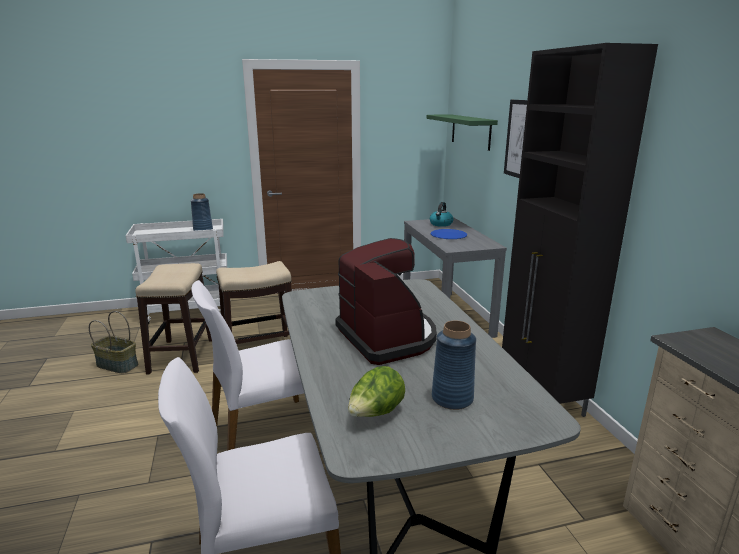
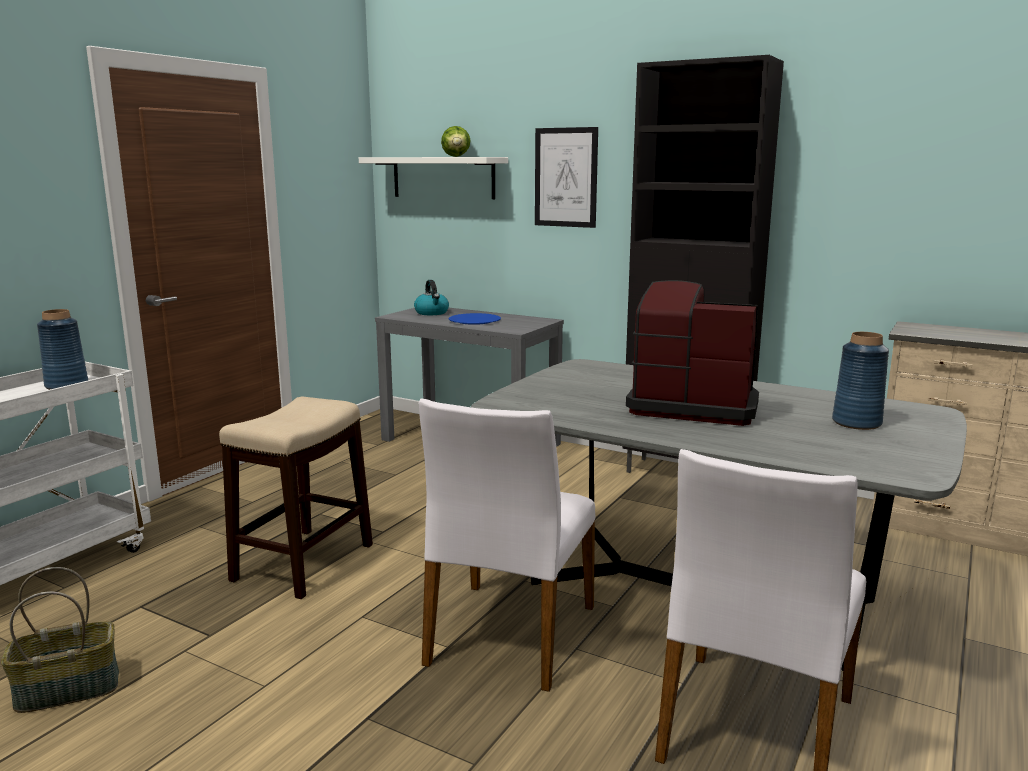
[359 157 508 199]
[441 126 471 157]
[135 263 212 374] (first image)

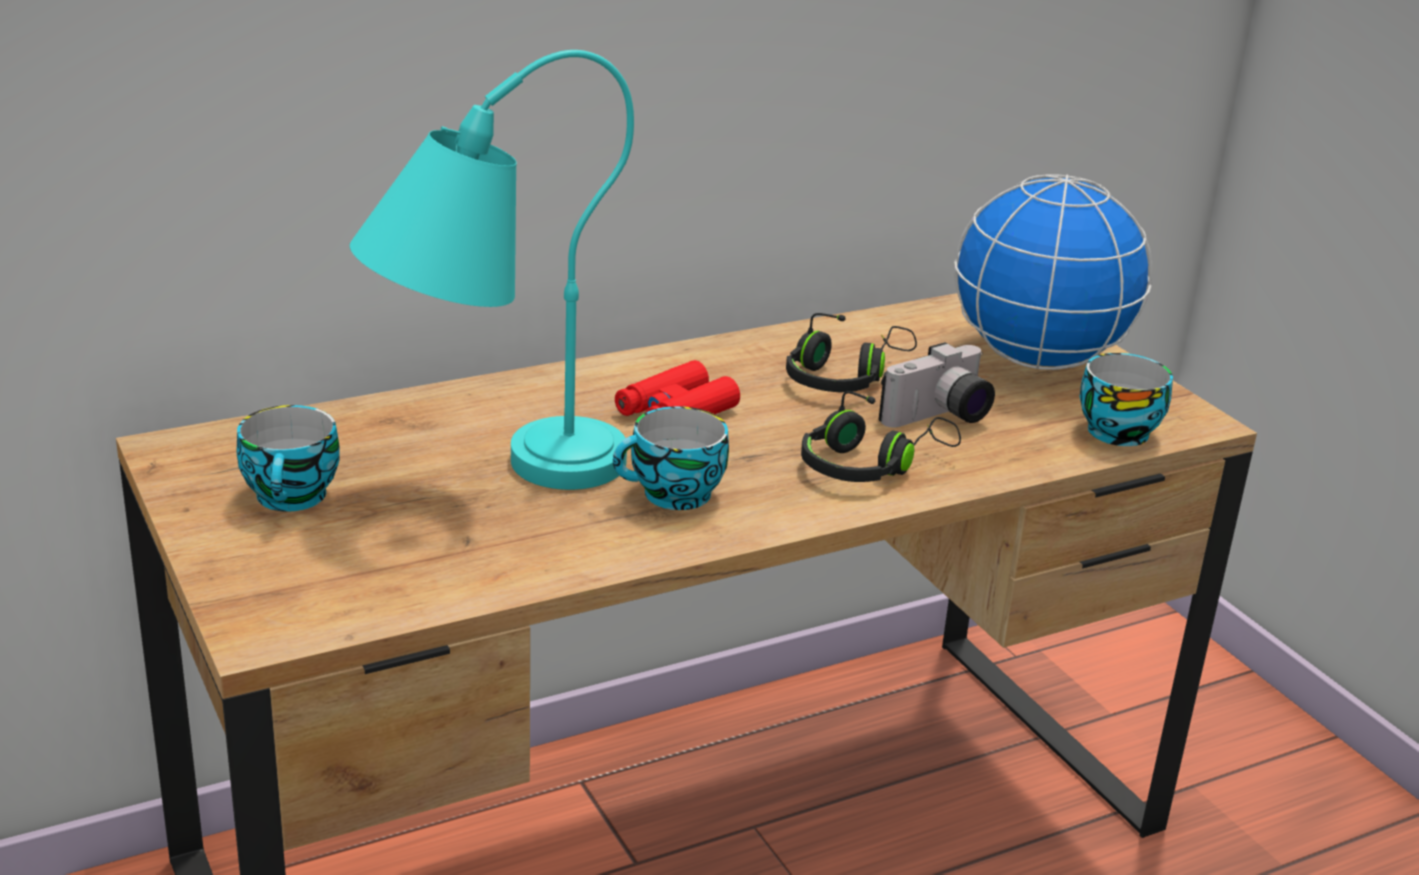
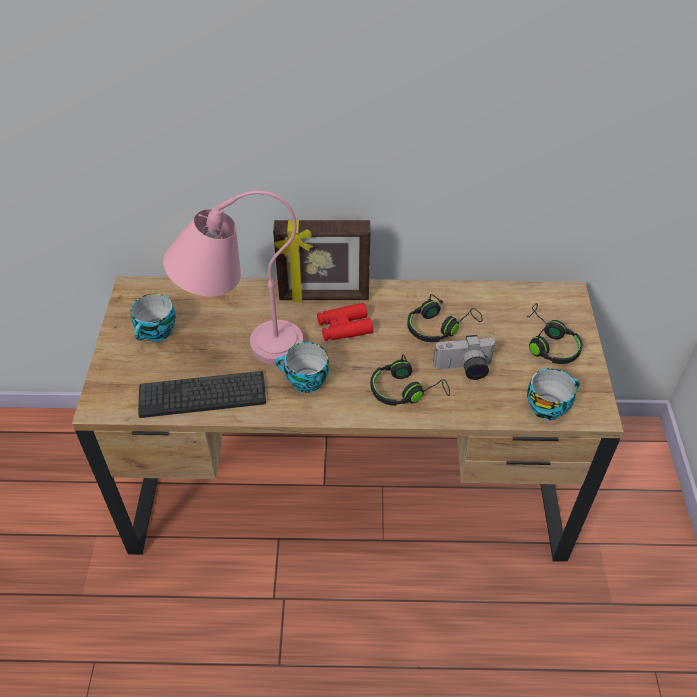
[138 371 266 418]
[163 190 303 365]
[273 220 371 302]
[527 303 583 364]

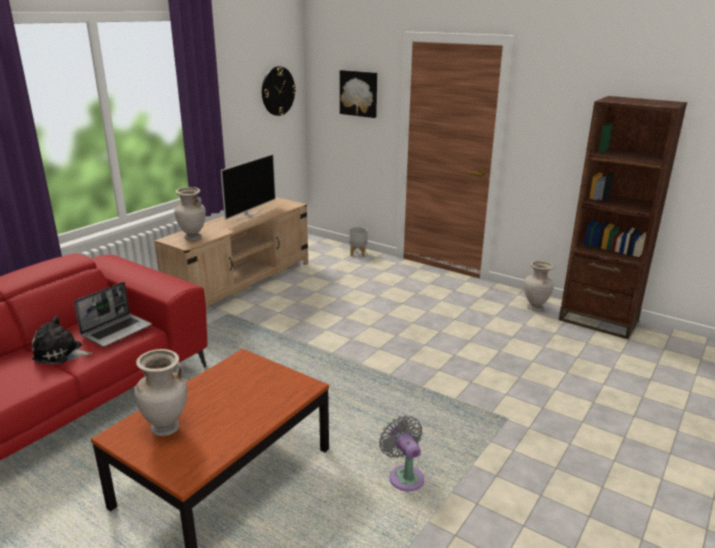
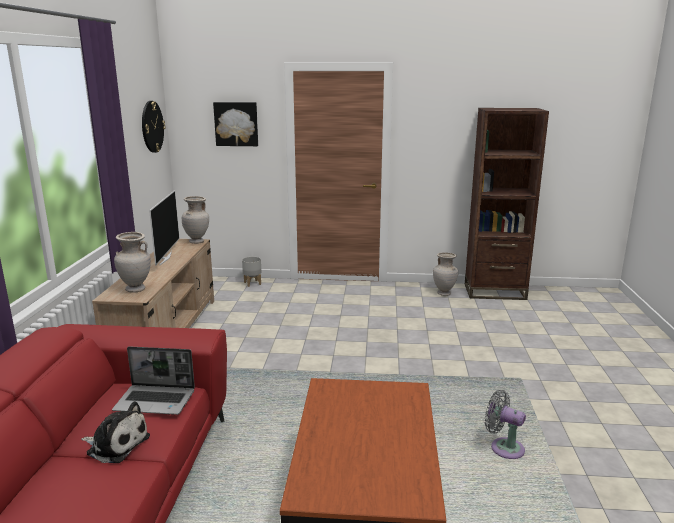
[81 401 150 463]
[112 346 195 415]
[182 196 209 244]

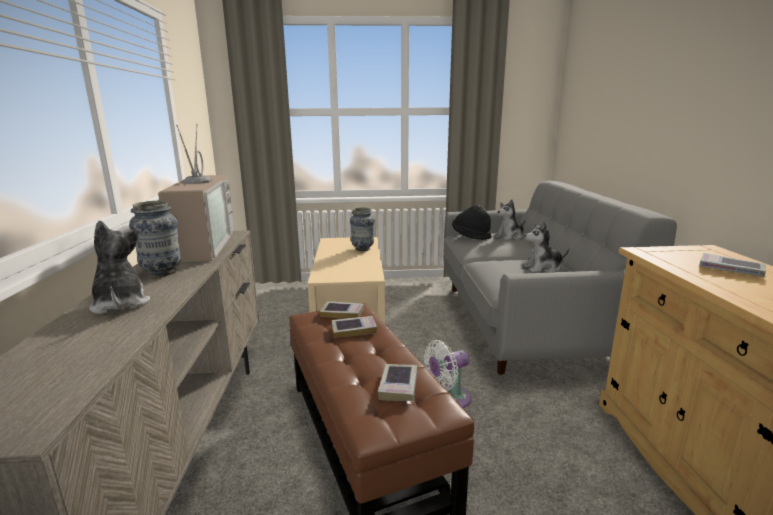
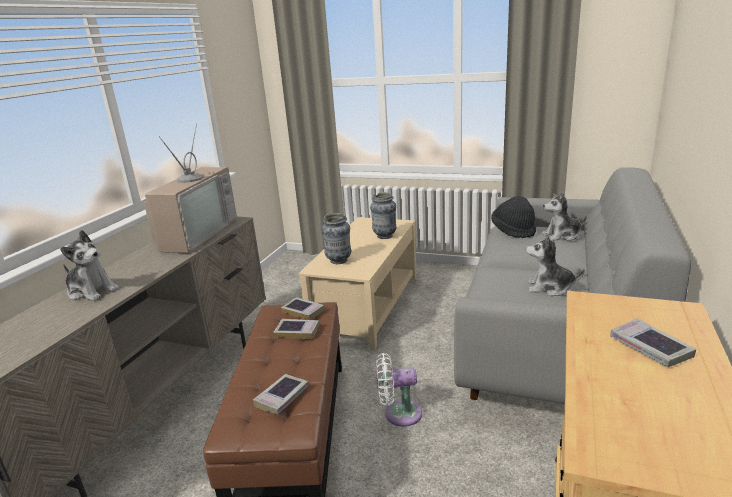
[60 230 119 301]
[321 213 351 264]

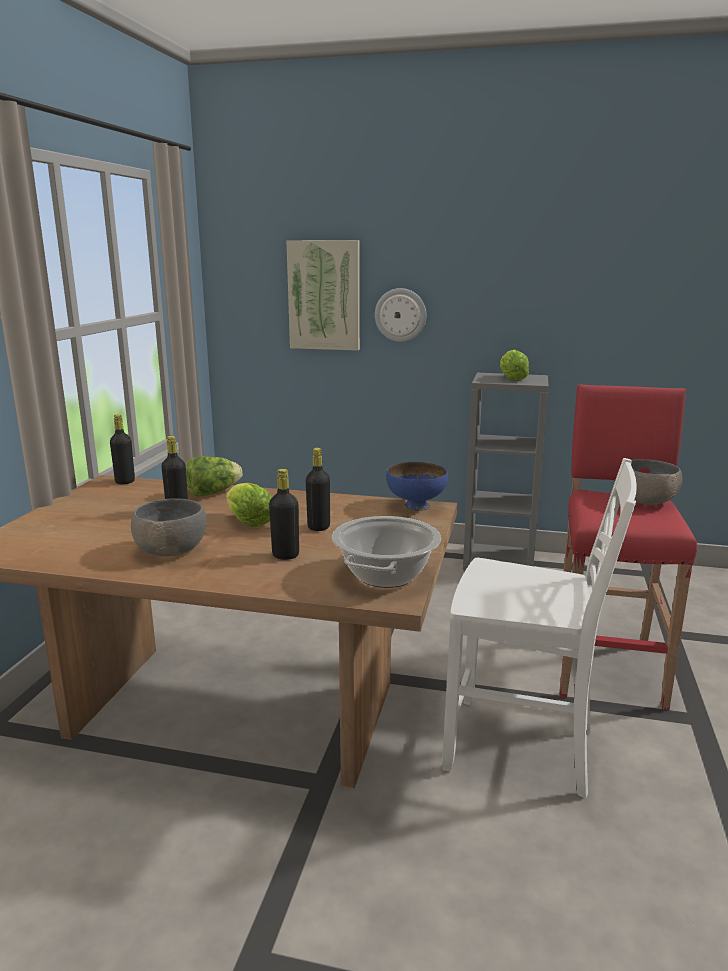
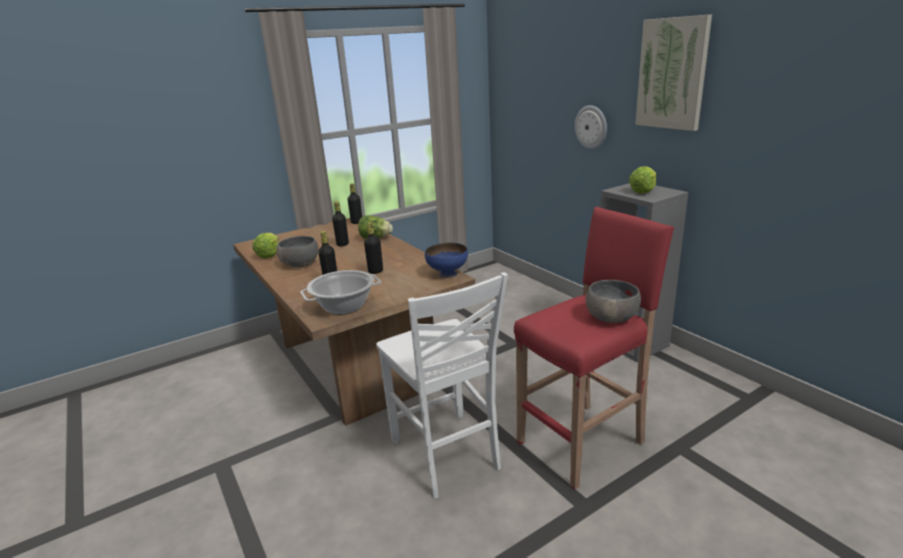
[252 233 279 259]
[635 15 712 131]

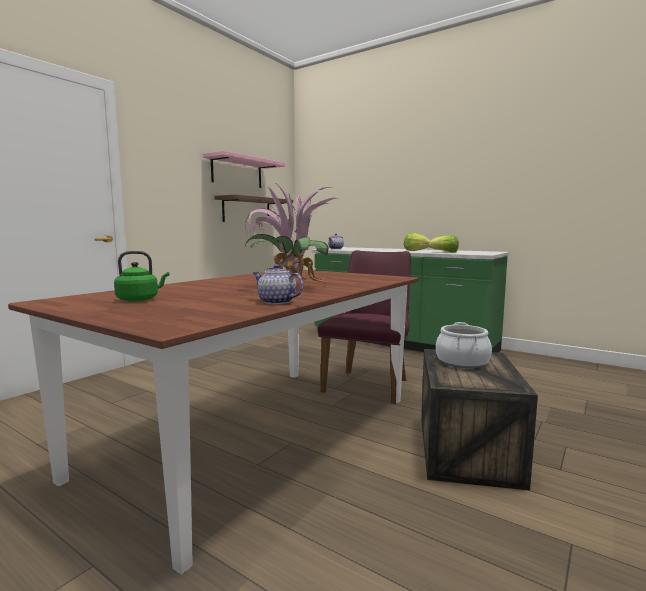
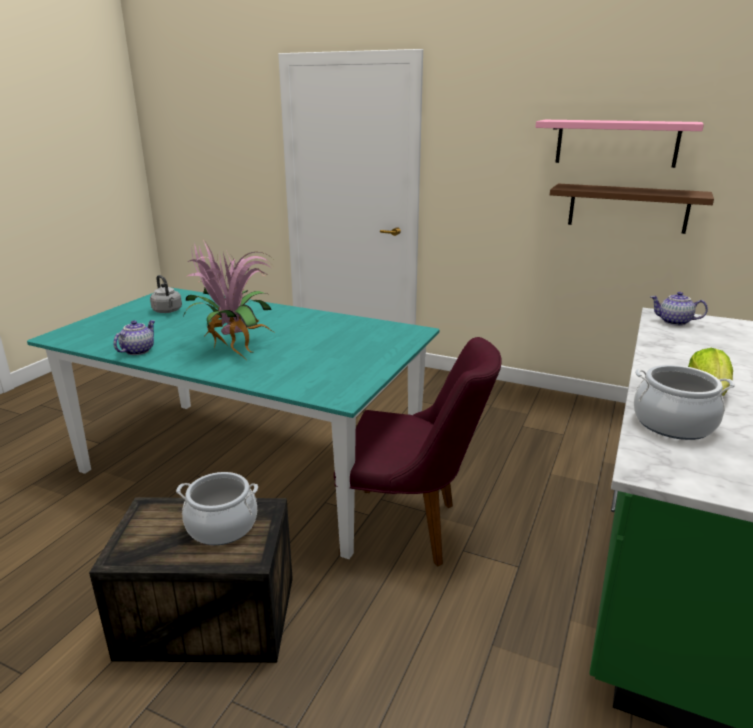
[27 288 439 559]
[150 275 182 313]
[634 365 735 440]

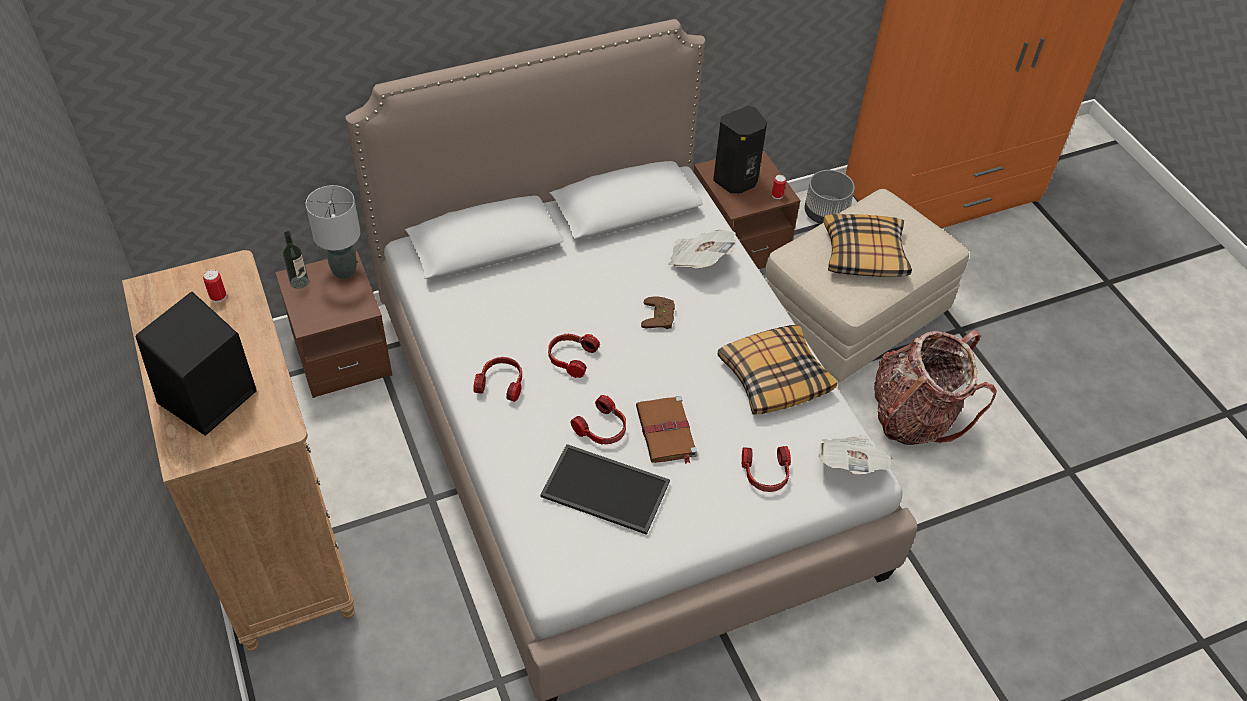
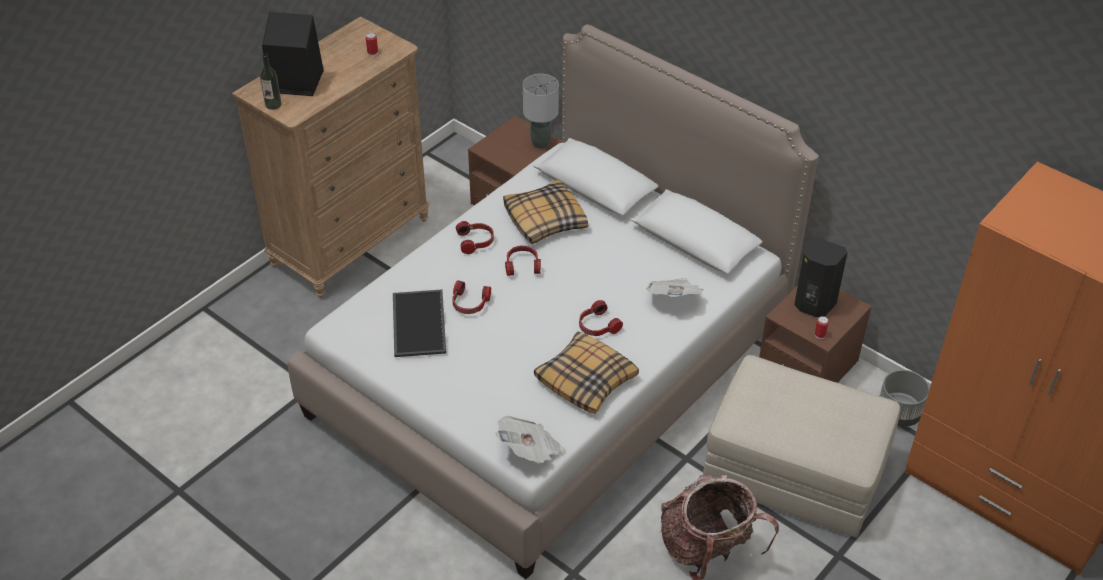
[260 53 282 110]
[503 180 588 244]
[579 300 623 336]
[636 396 697 464] (first image)
[641 297 675 329] (first image)

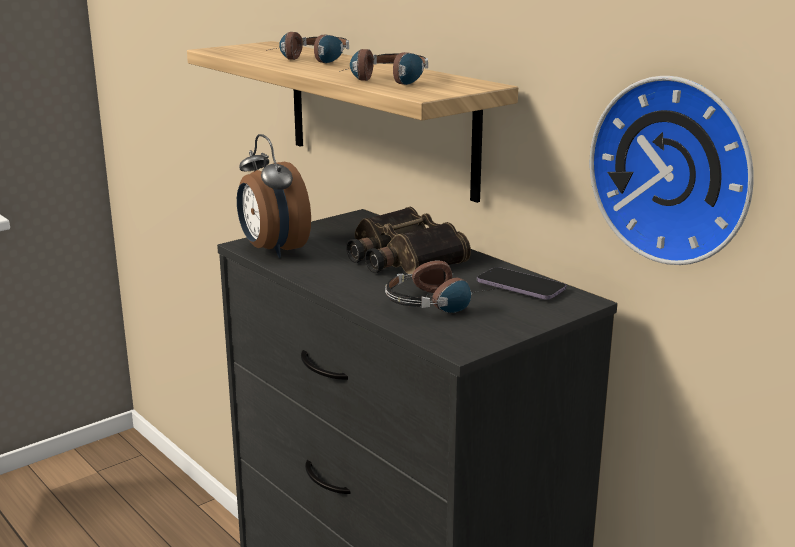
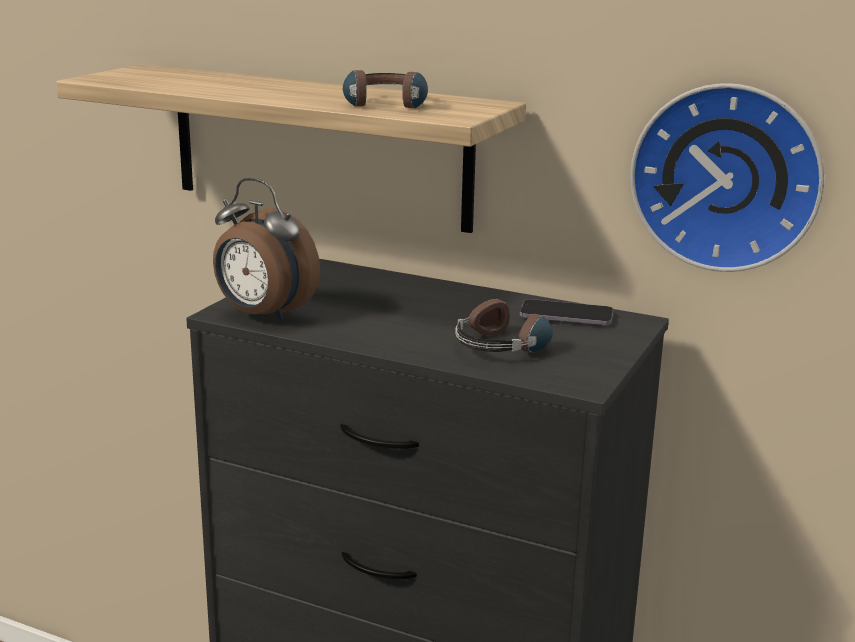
[266 32 349 63] (first image)
[346 207 471 274] (first image)

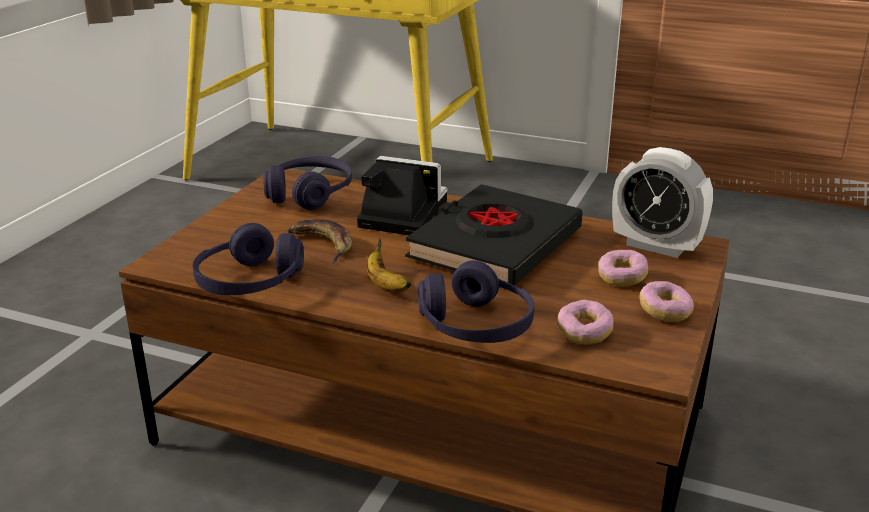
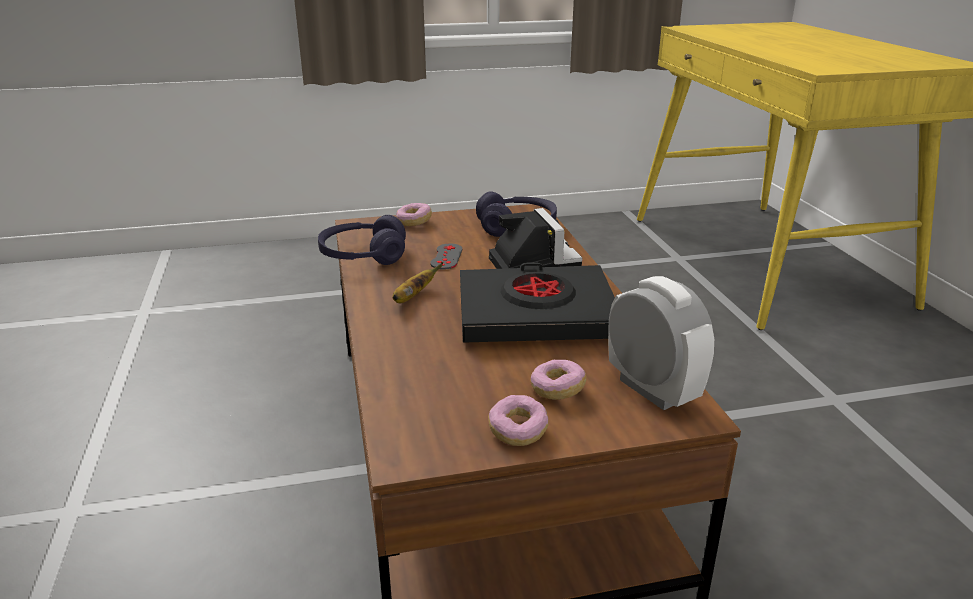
[396 203 432 226]
[430 243 462 270]
[608 276 714 410]
[418 260 534 343] (first image)

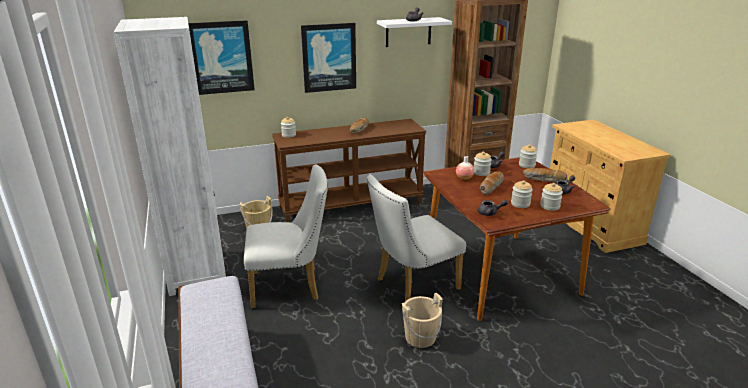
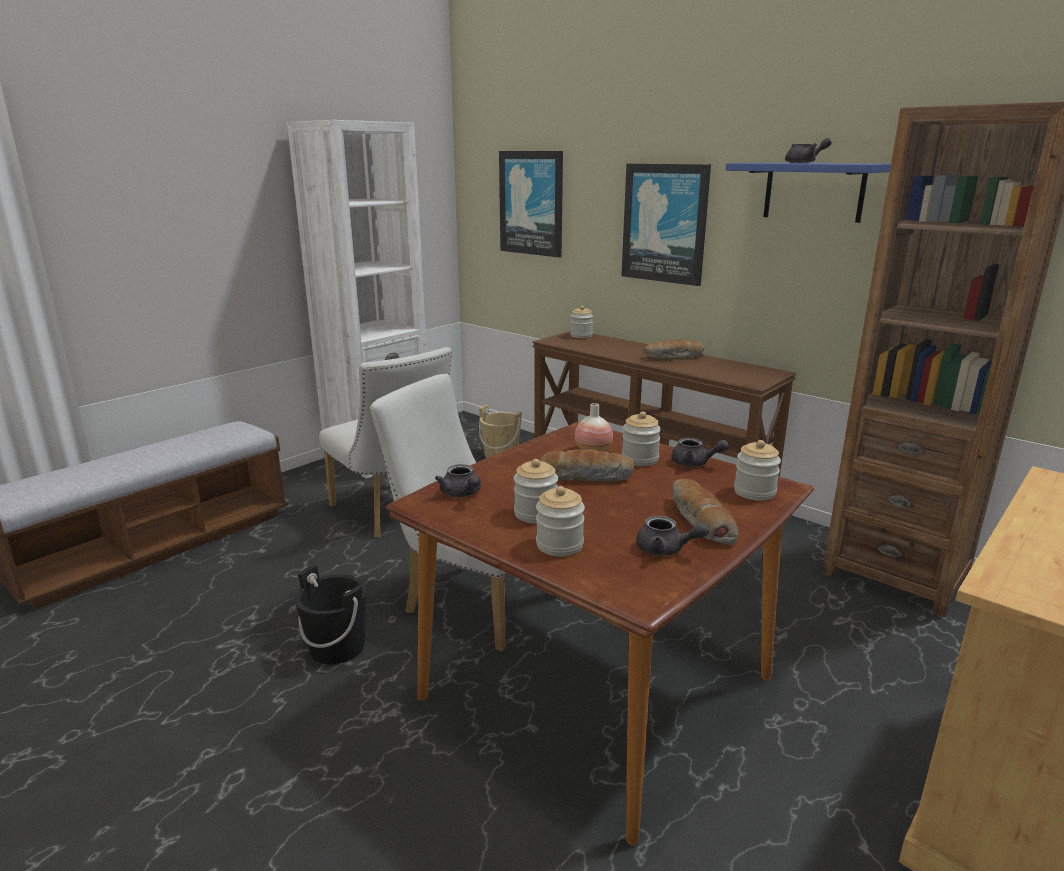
[295 565 367 664]
[726 163 891 223]

